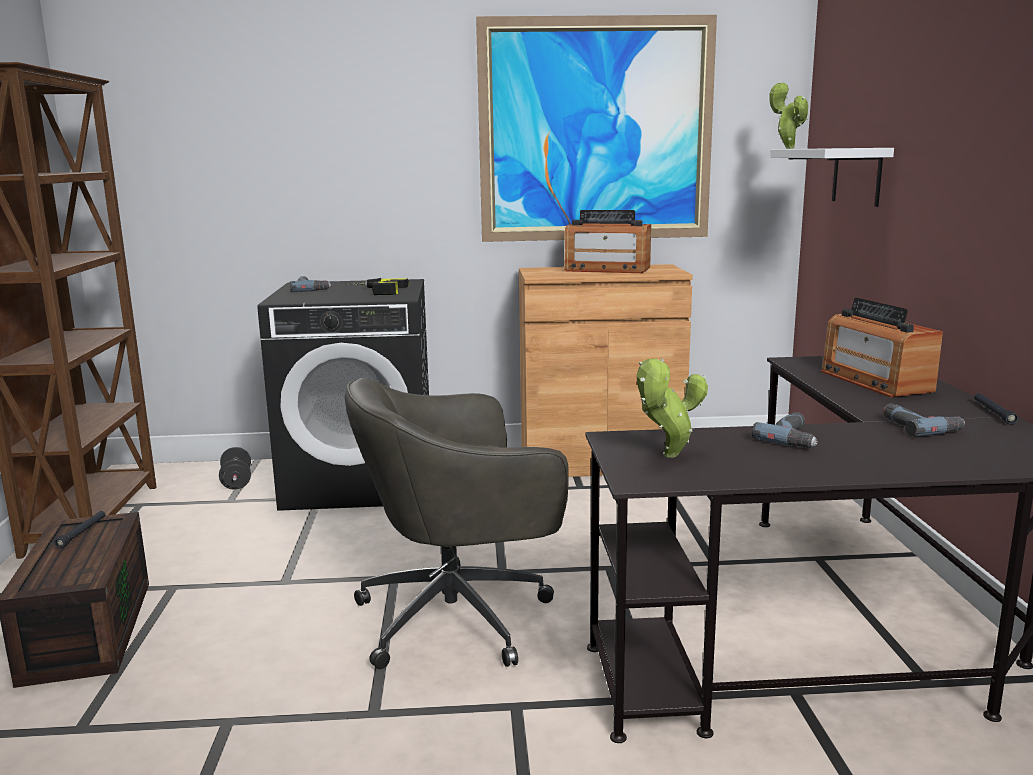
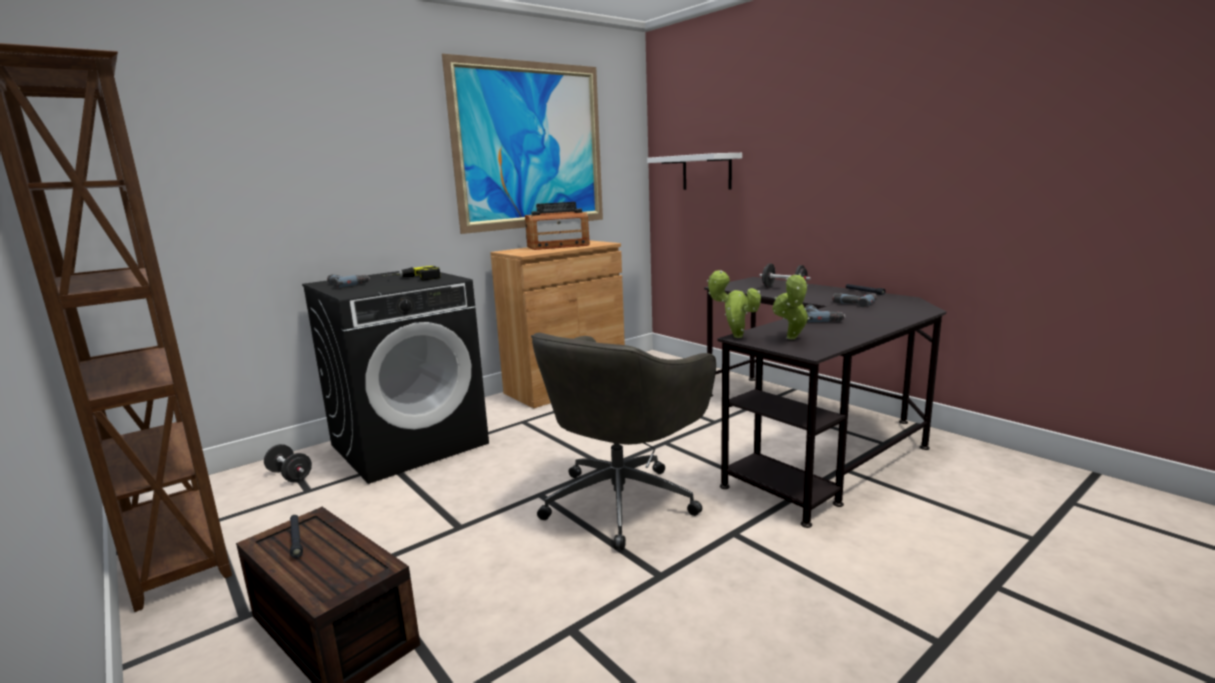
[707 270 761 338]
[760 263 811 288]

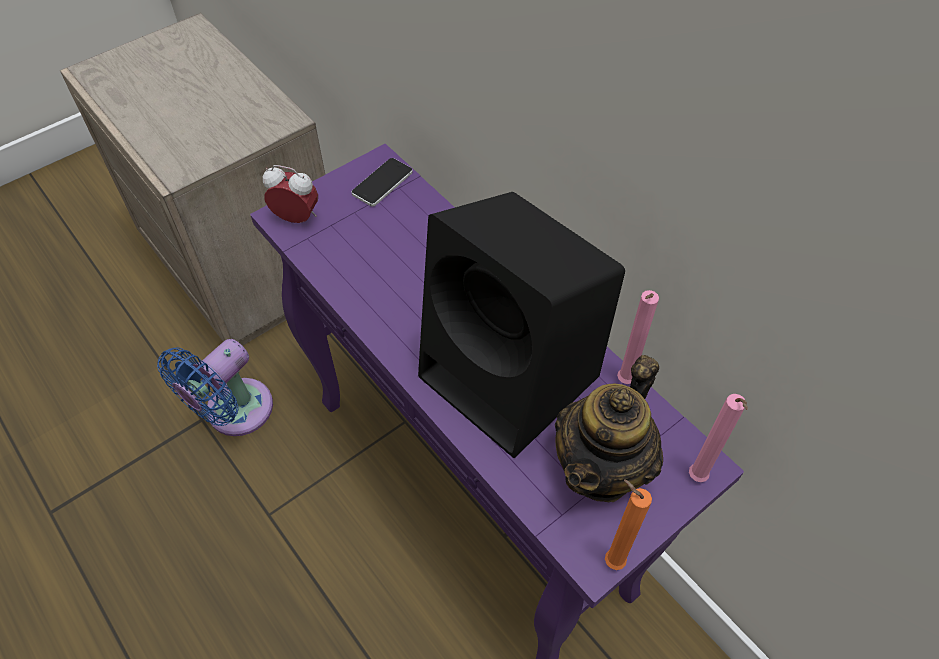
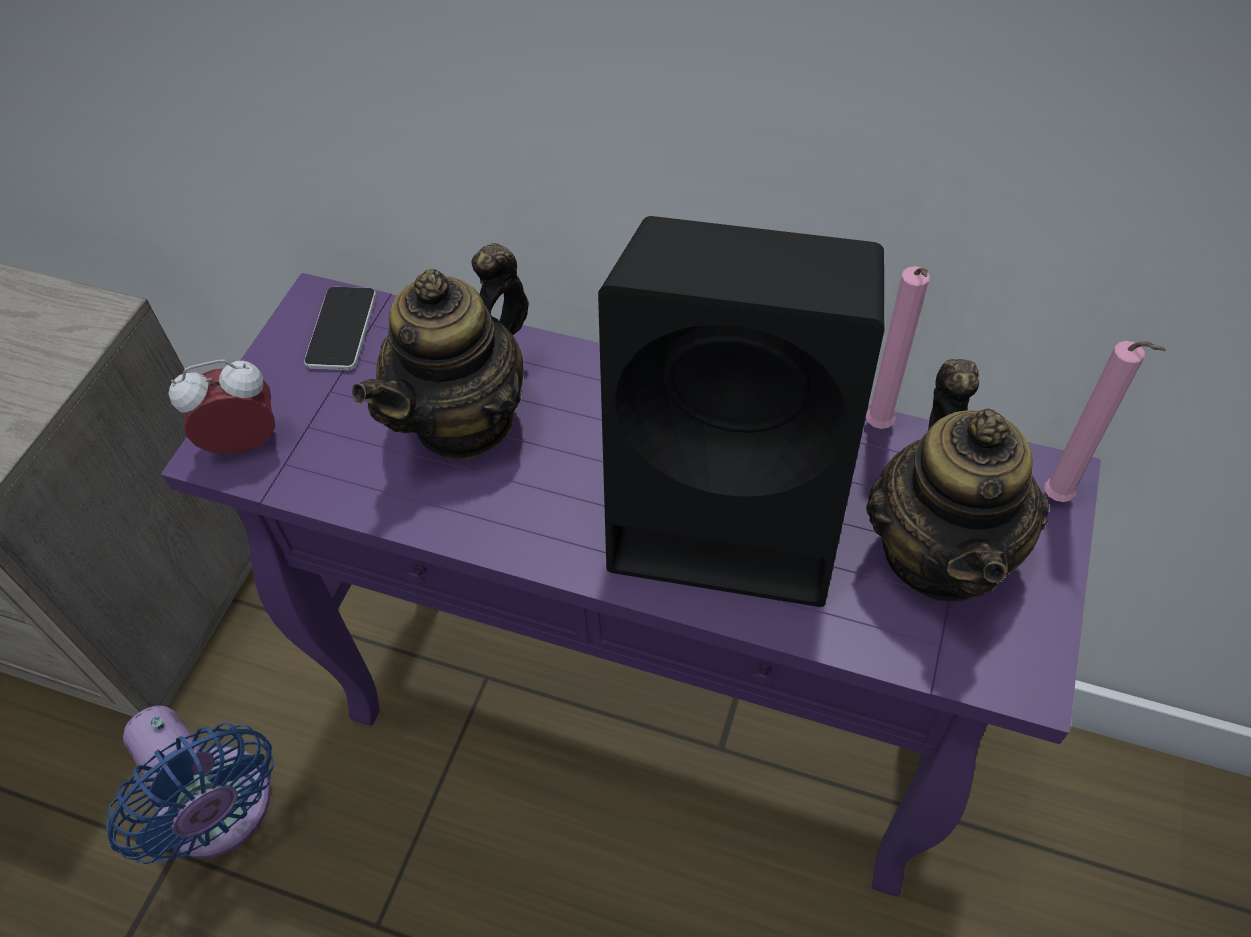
[106 705 274 864]
[352 243 529 460]
[605 479 652 570] (first image)

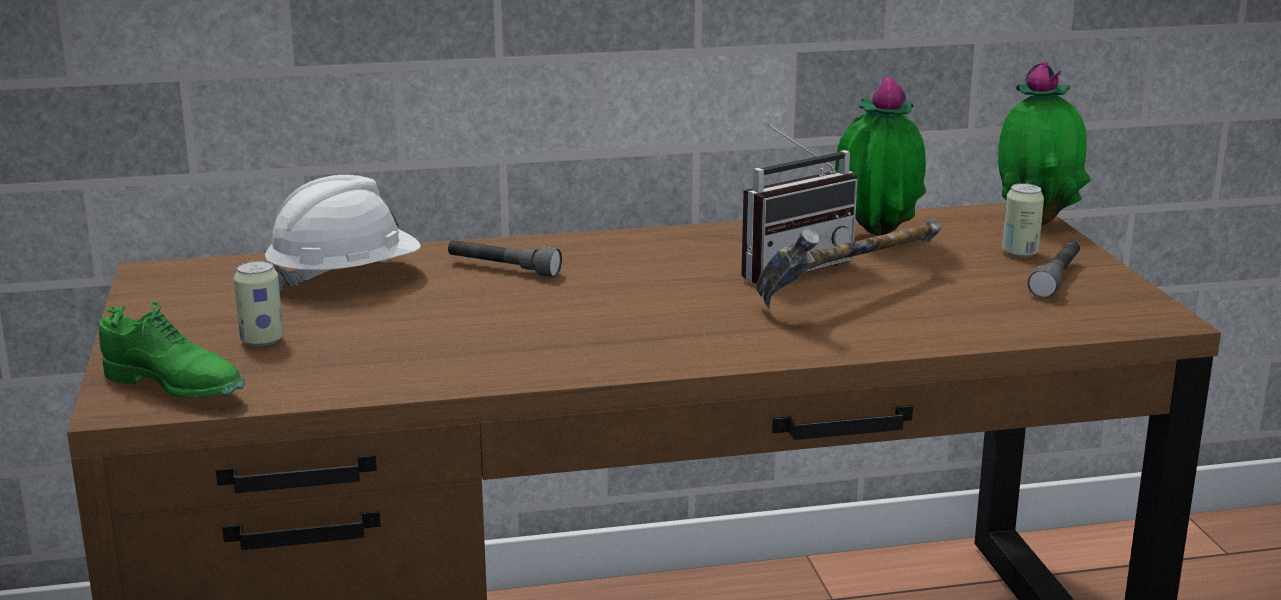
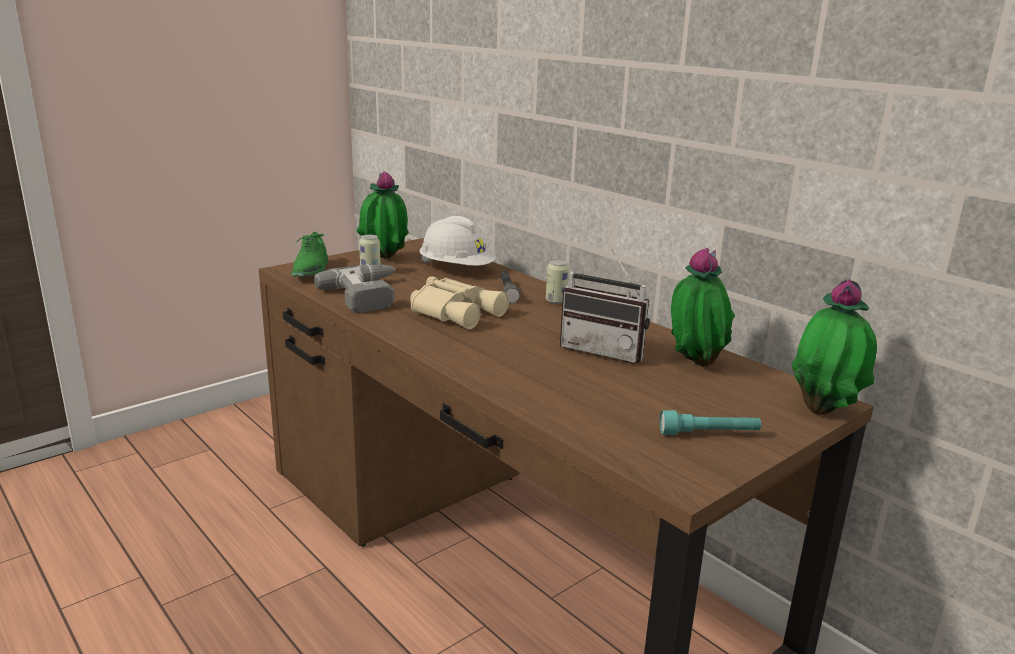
[314 265 395 313]
[357 171 409 259]
[410 276 509 329]
[546 260 569 304]
[660 410 761 435]
[756 218 942 309] (first image)

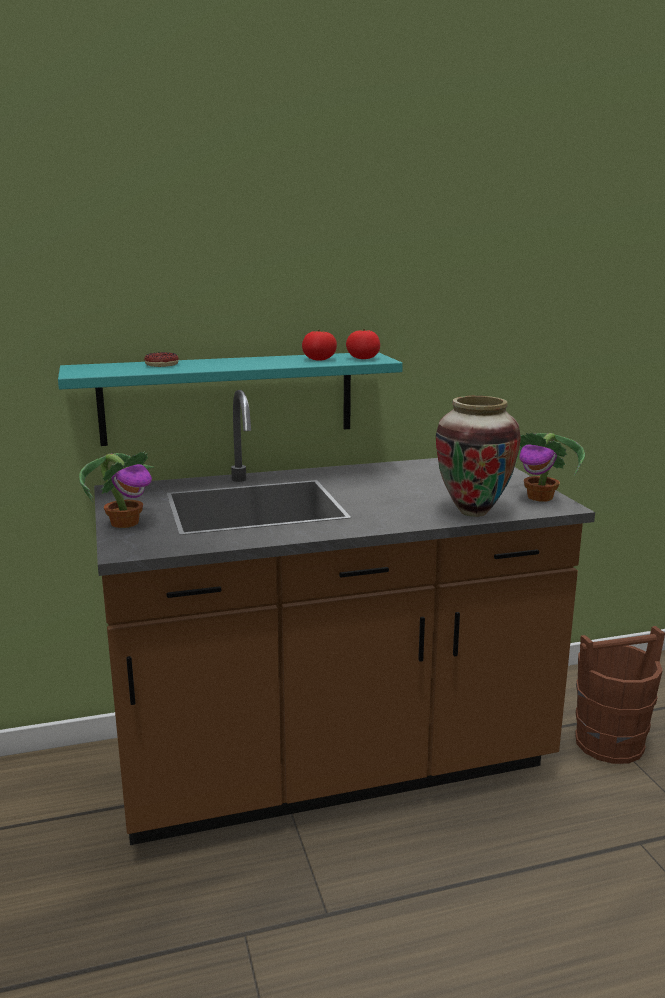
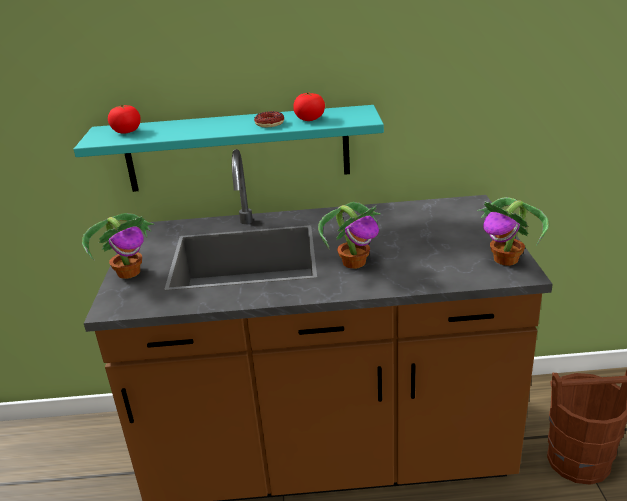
[108 105 141 133]
[254 111 284 127]
[318 202 381 269]
[436 396 521 517] (first image)

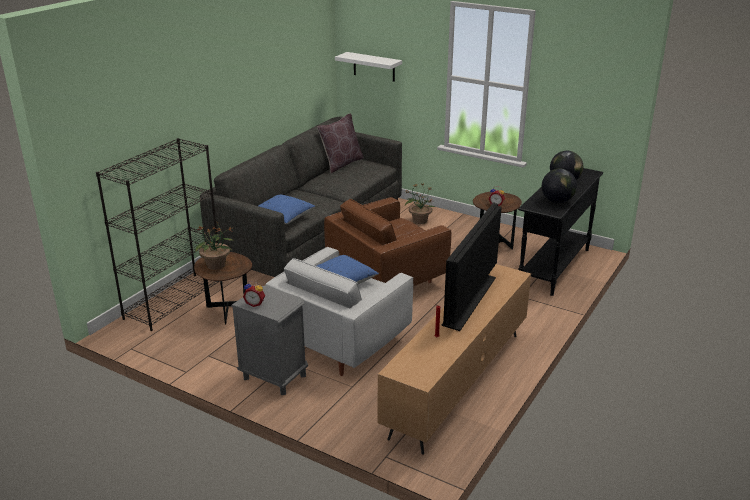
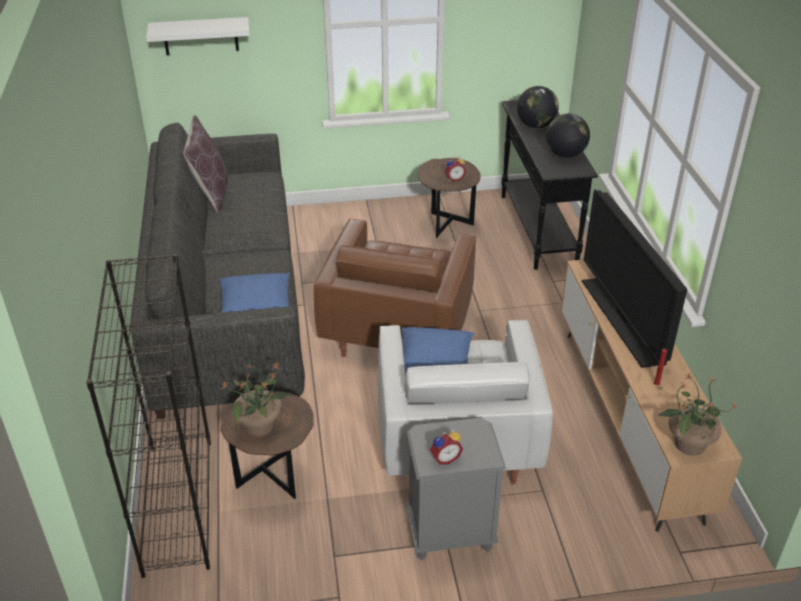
[657 372 737 456]

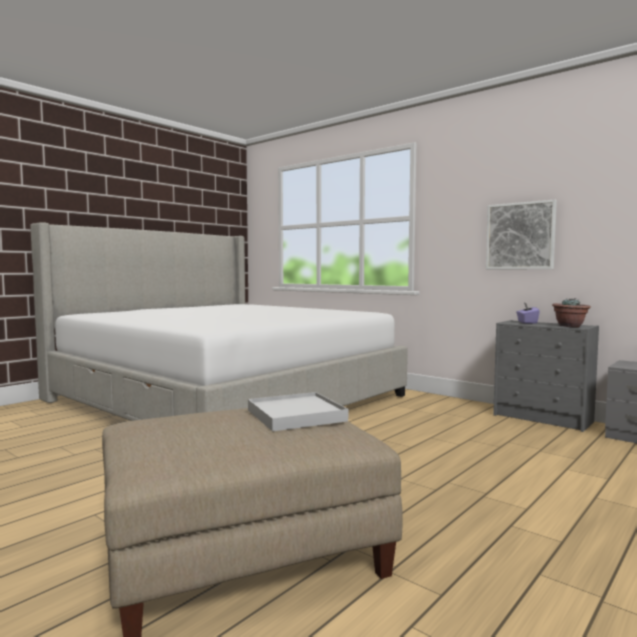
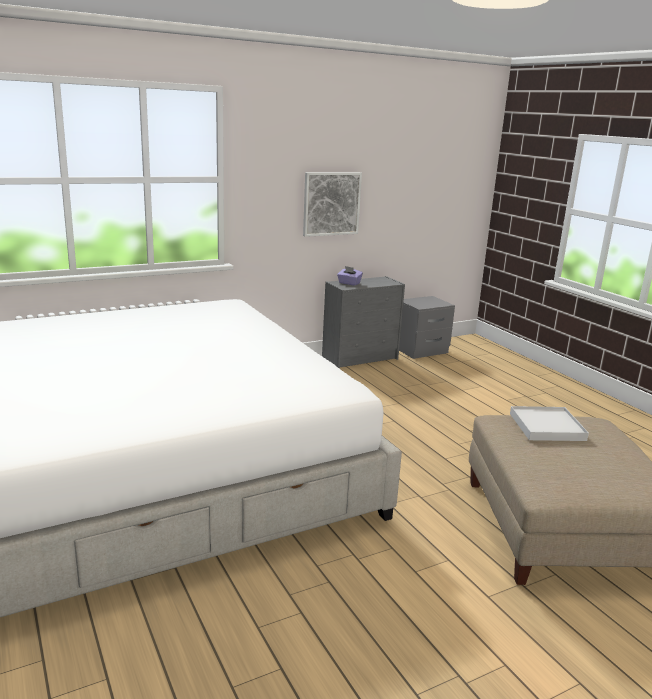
[552 298 591 327] (first image)

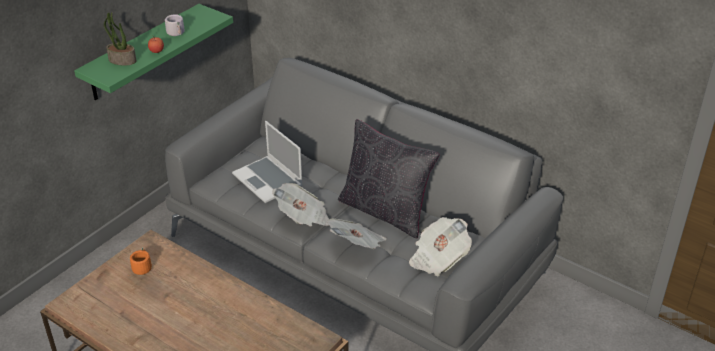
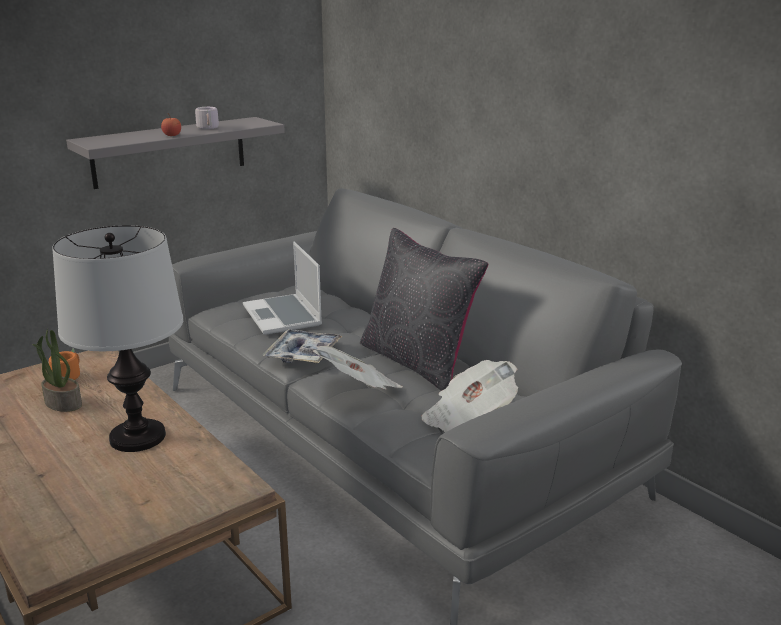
[32 329 82 412]
[52 225 183 452]
[66 117 285 189]
[263 329 342 364]

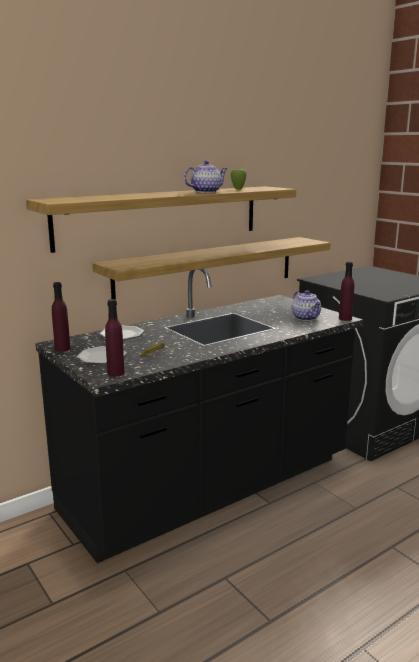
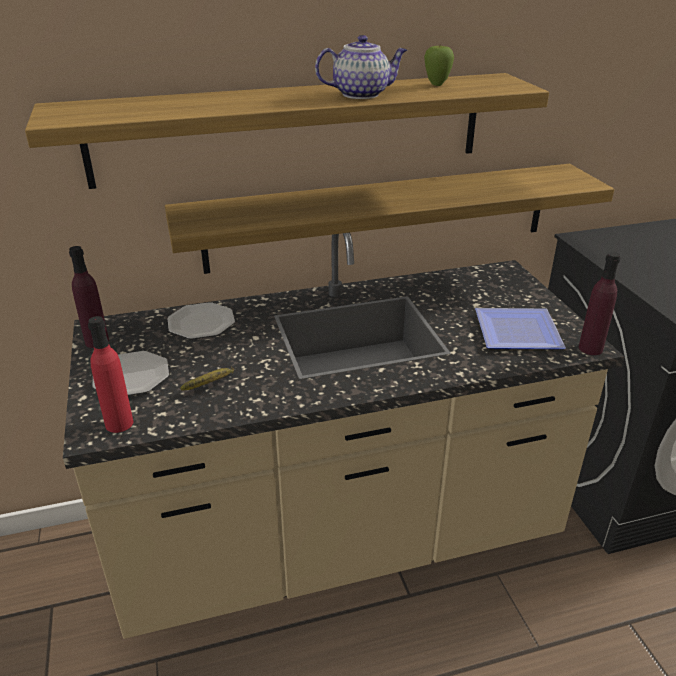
[63 233 624 639]
[88 316 133 433]
[475 308 566 349]

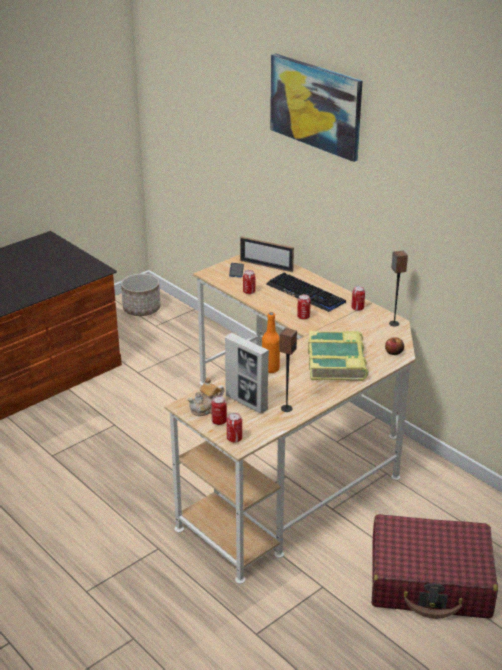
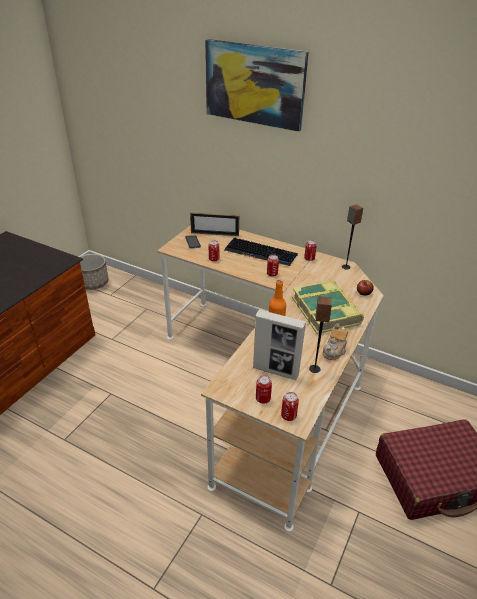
[323 324 348 360]

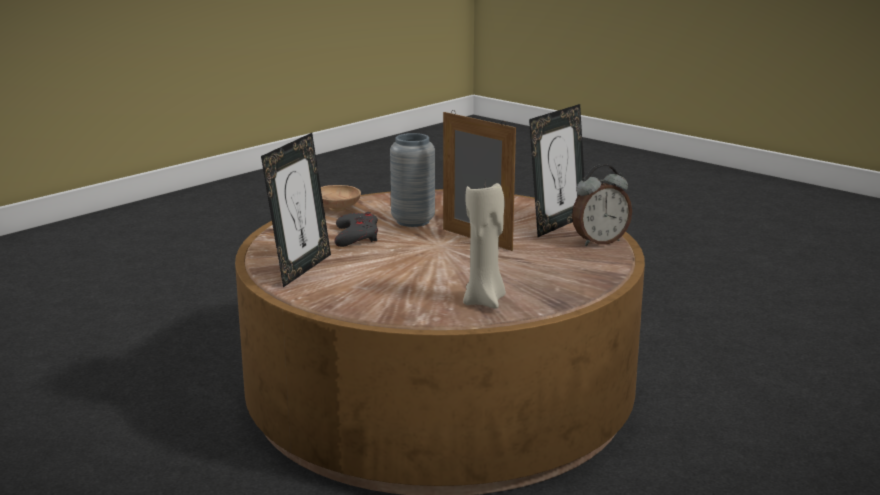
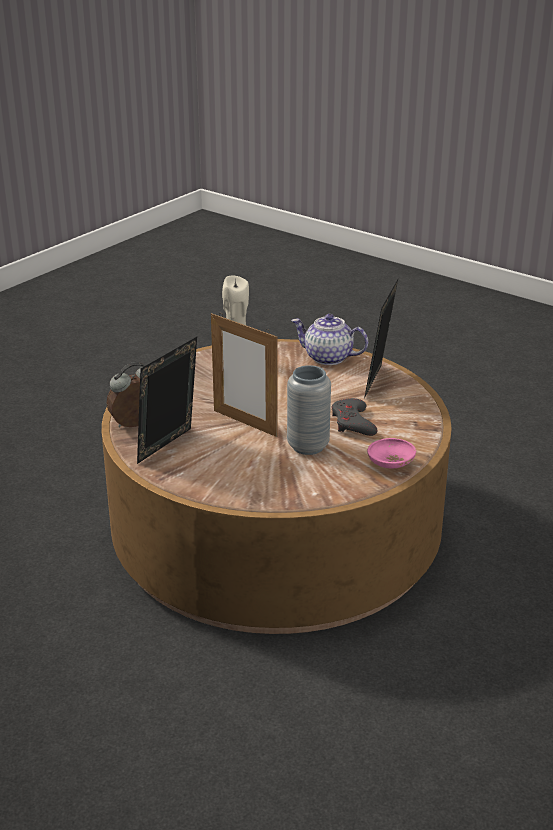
[291 314 368 365]
[367 438 416 468]

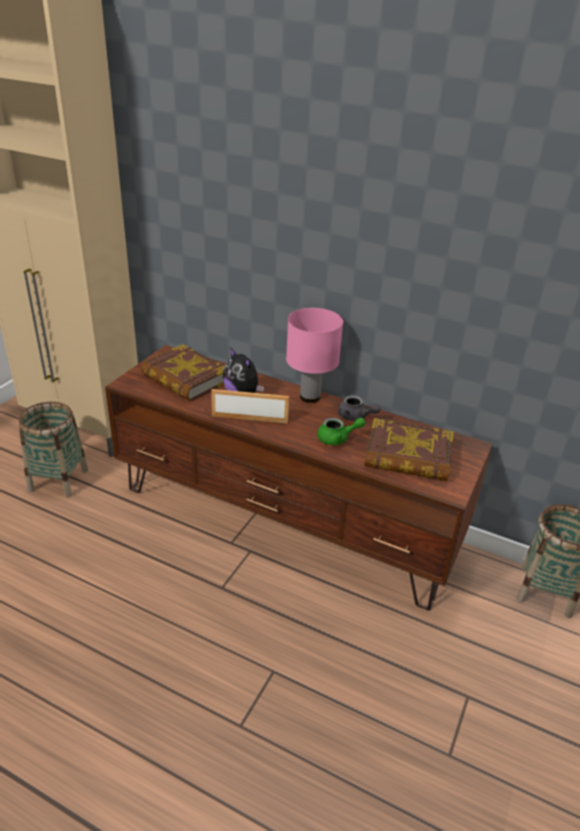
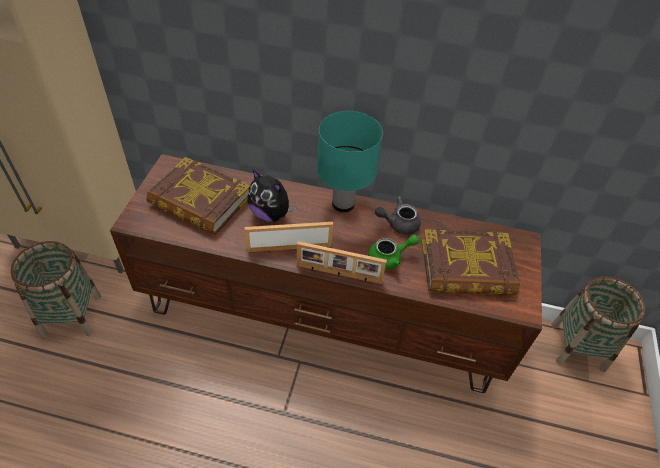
[297 241 387 284]
[317 111 383 212]
[375 196 421 235]

